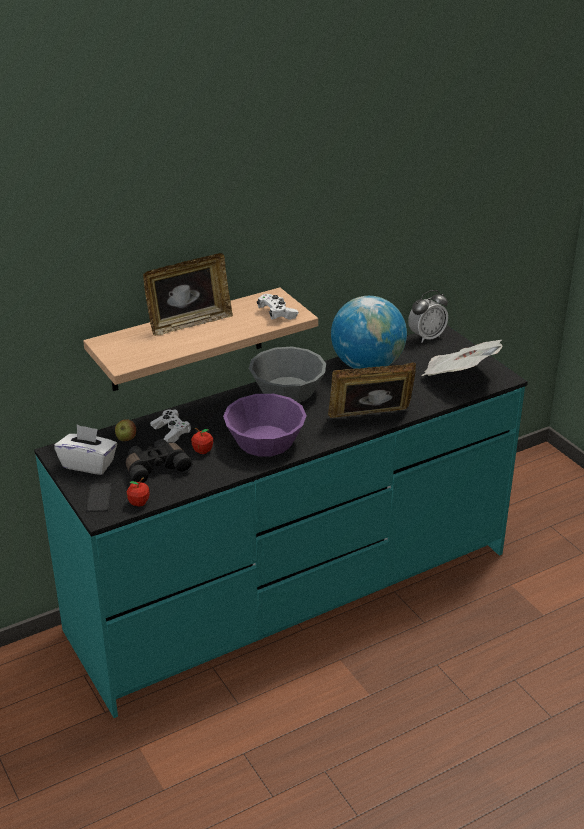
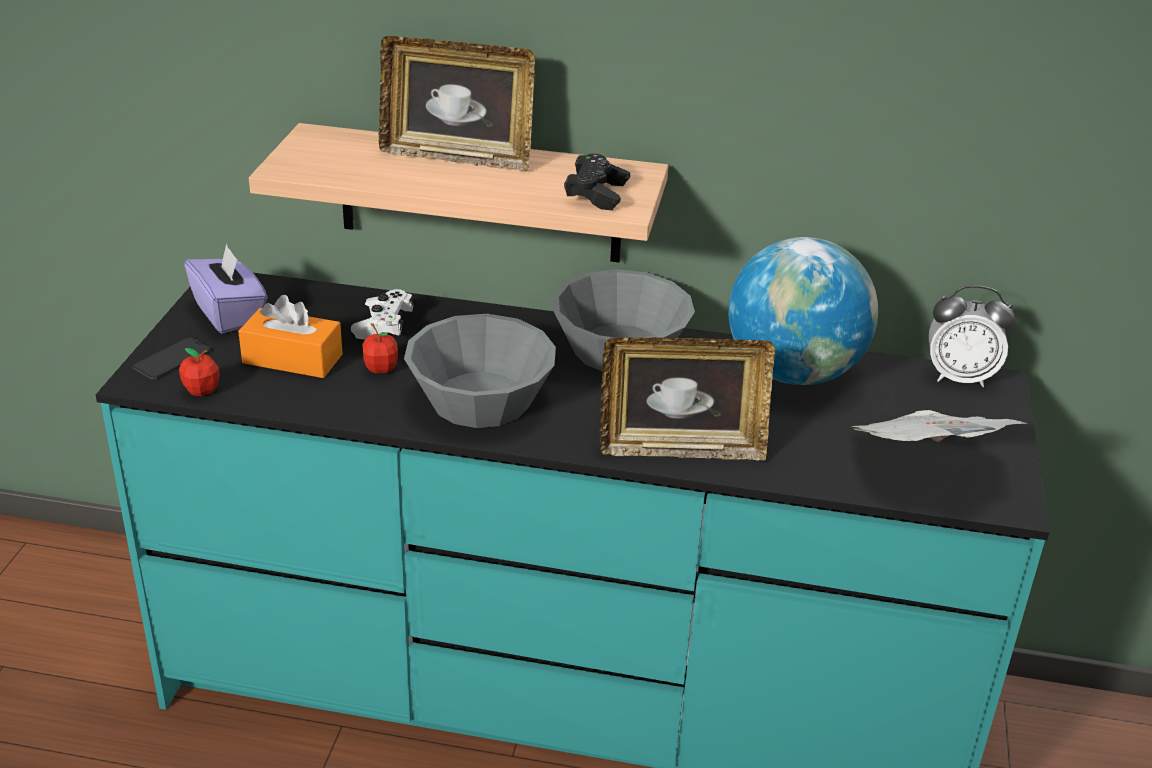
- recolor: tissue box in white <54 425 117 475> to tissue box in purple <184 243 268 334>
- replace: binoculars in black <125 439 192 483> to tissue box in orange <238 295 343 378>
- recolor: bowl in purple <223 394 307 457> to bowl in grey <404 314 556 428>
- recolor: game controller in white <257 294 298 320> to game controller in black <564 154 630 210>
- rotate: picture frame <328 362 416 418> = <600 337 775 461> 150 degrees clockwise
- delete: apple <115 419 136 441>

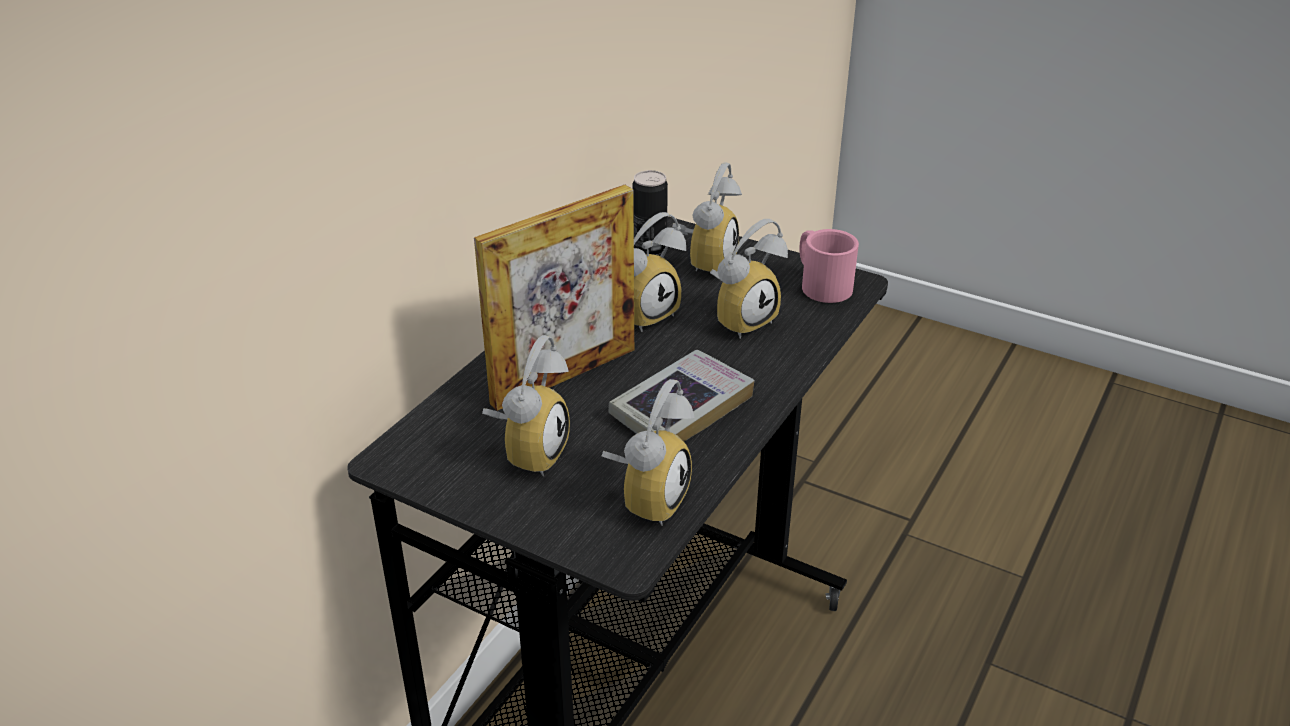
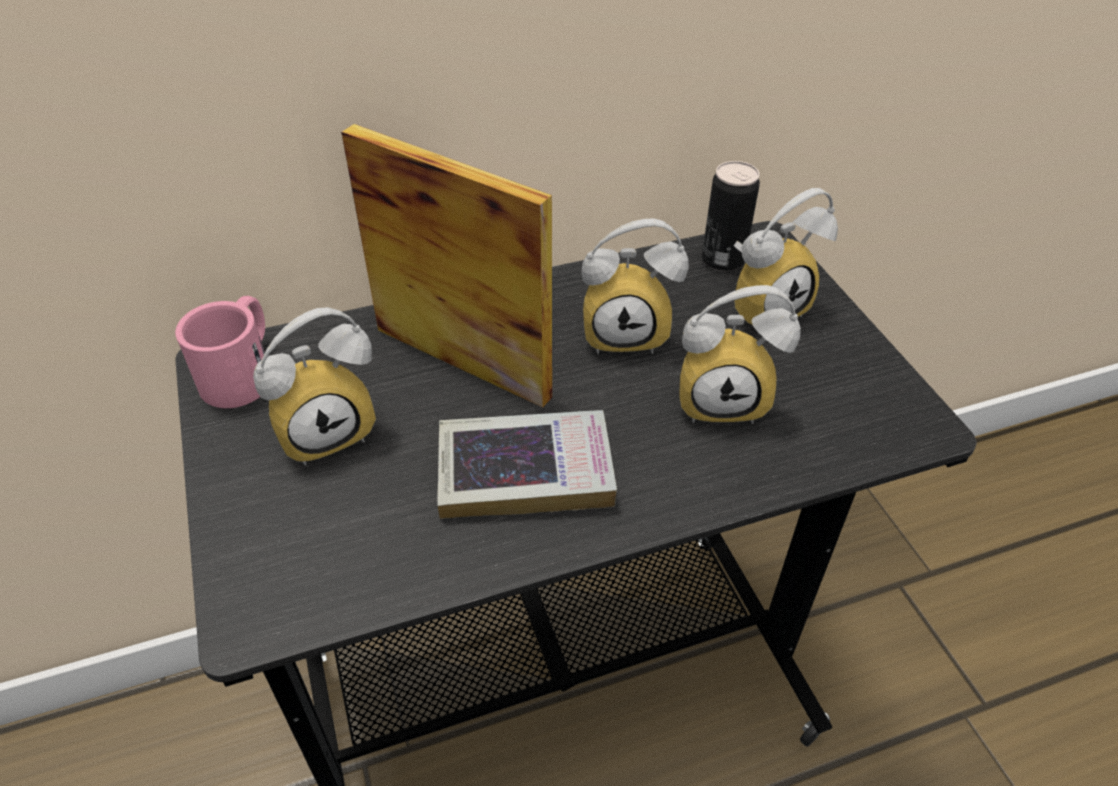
- move: mug in pink <799 229 859 303> to <175 296 265 408>
- rotate: picture frame <474 185 634 411> = <341 124 552 407> 150 degrees counterclockwise
- delete: alarm clock <602 379 695 526>

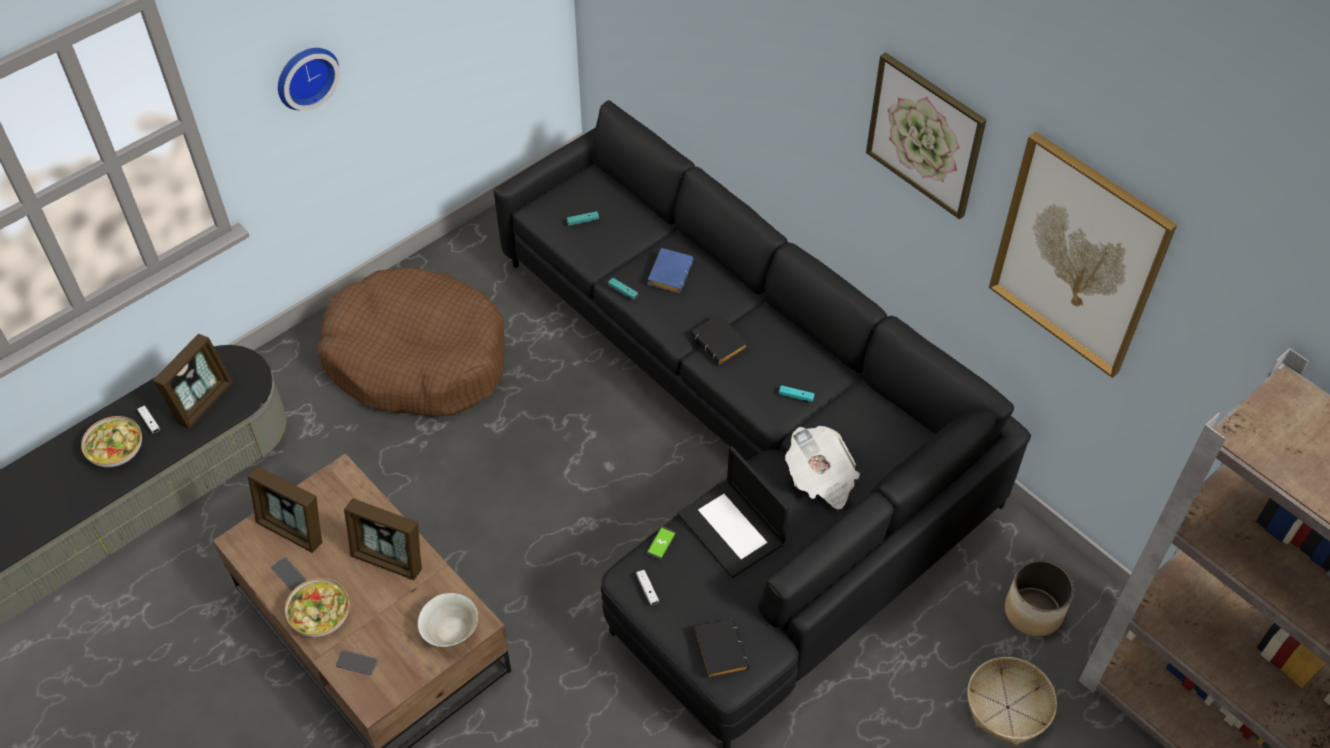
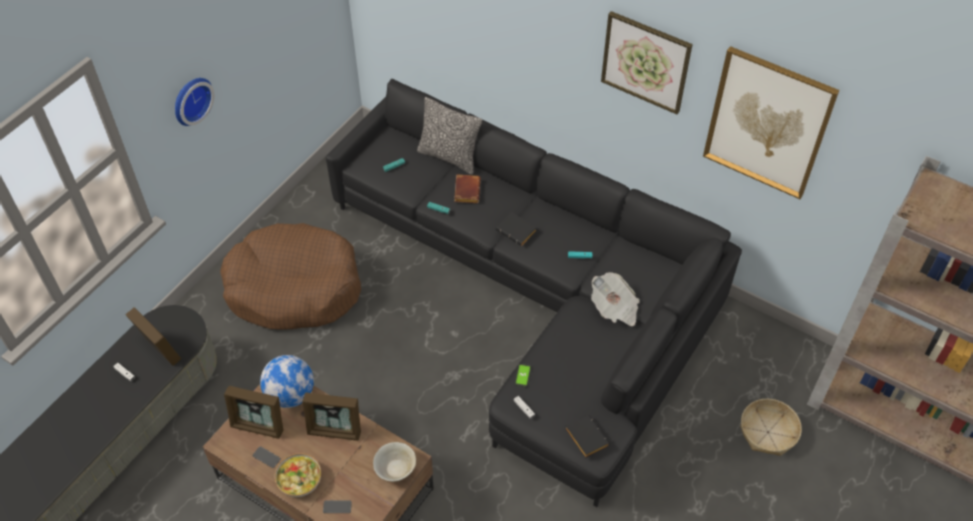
- rotate: picture frame <153 334 233 429> = <125 307 181 366> 60 degrees counterclockwise
- insert: globe <260 355 314 408>
- insert: pillow <417 97 482 175>
- recolor: book in blue <647 248 694 293> to book in brown <454 174 480 203>
- delete: bowl <81 416 142 467>
- delete: laptop <677 446 789 578>
- delete: planter <1005 560 1074 636>

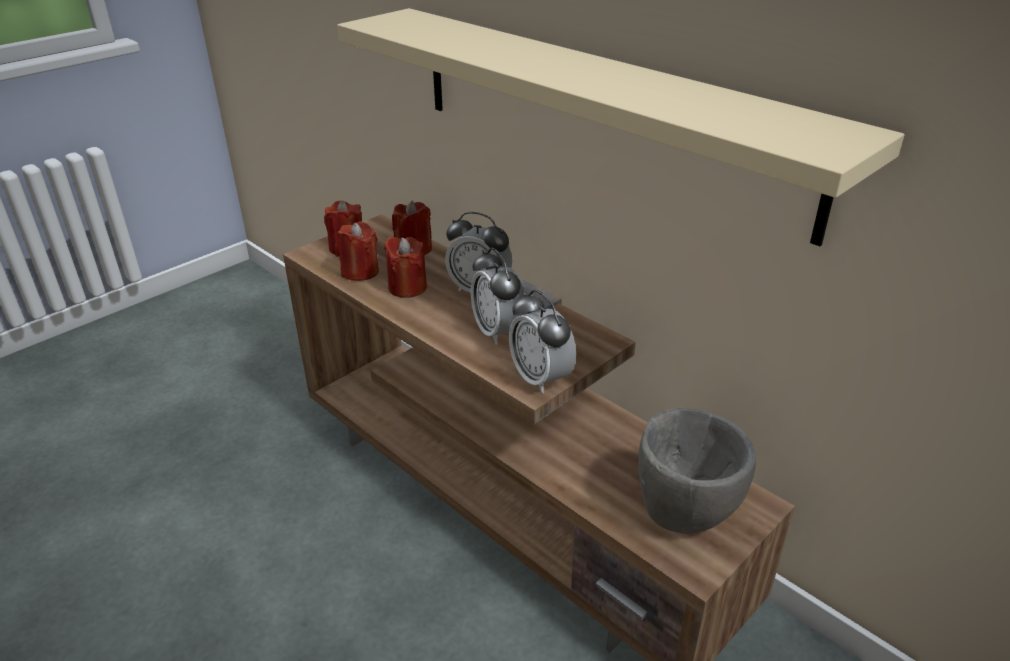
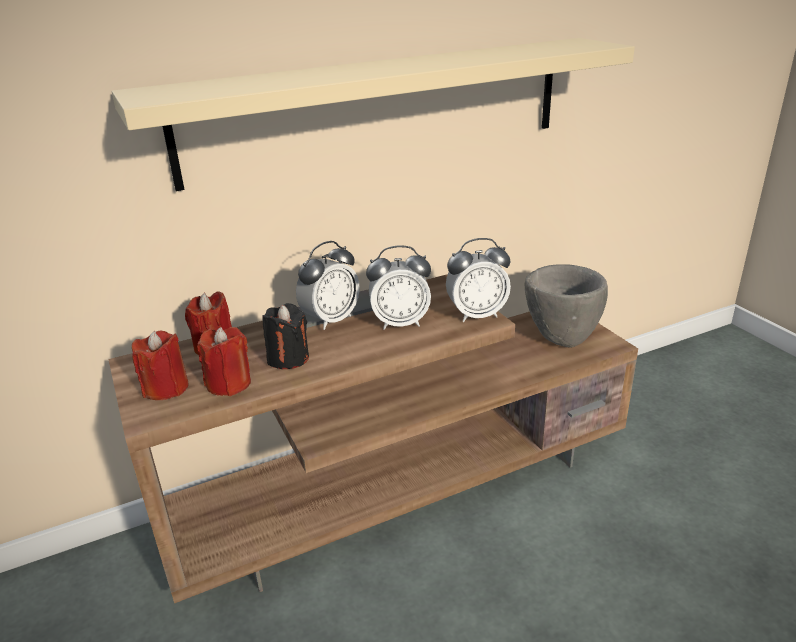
- recolor: candle in red <384 237 427 298> to candle in black <262 303 309 369>

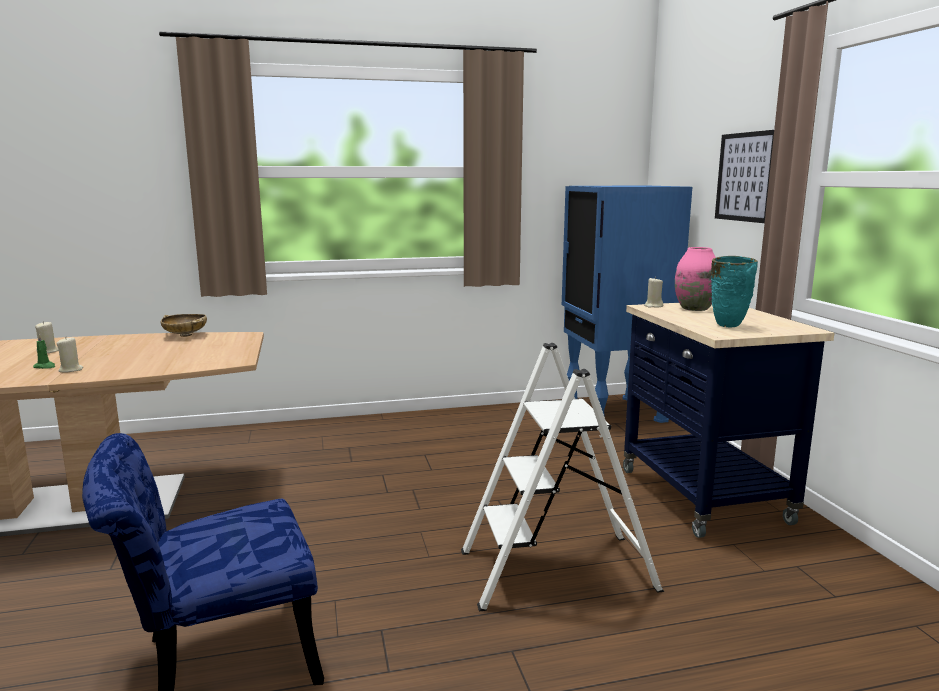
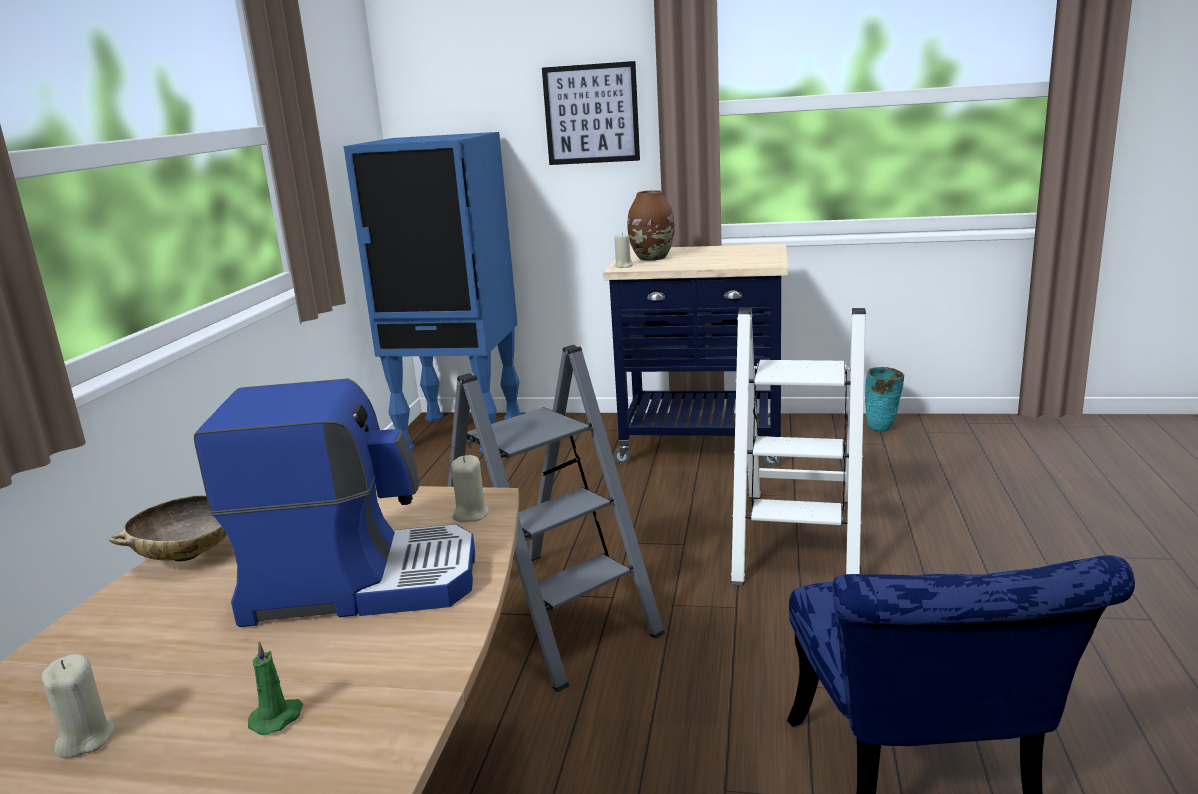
- insert: coffee machine <194 378 475 627>
- insert: step ladder in grey <448 345 665 692>
- move: candle in beige <56 337 83 372> to <451 455 489 522>
- recolor: vase in pink <675 247 716 311> to vase in brown <628 190 675 261>
- move: vase in turquoise <711 256 758 327> to <865 367 904 432>

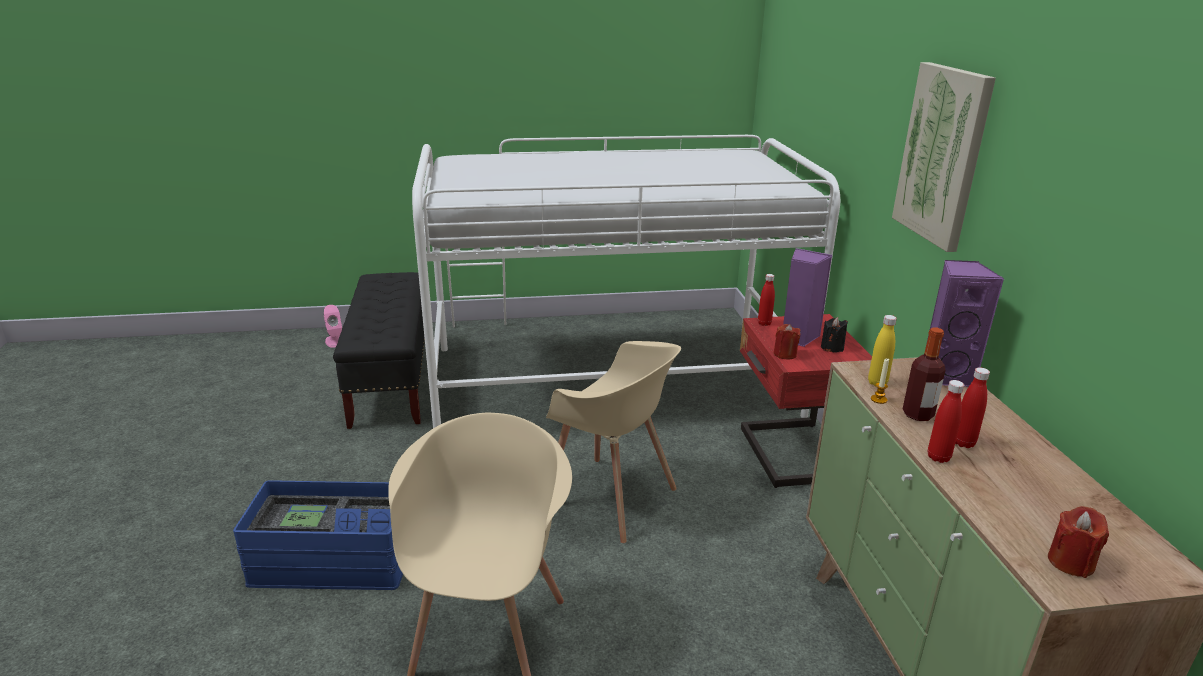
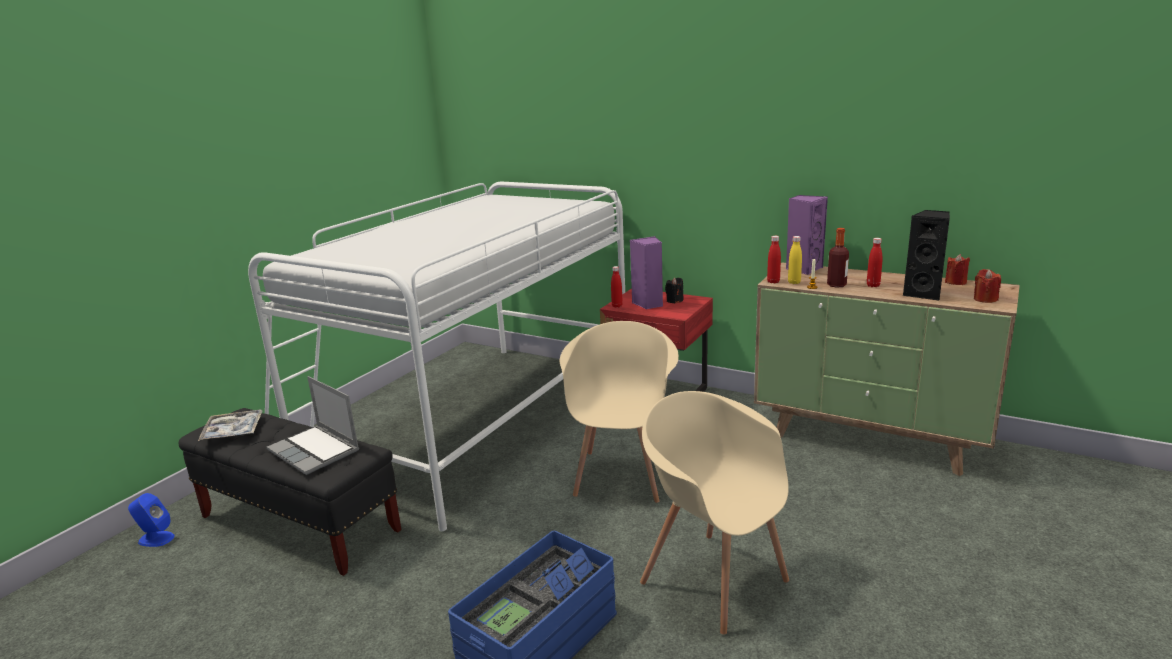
- recolor: speaker in pink <324 305 342 348> to speaker in blue <128 493 175 547>
- insert: tray <198 410 262 441>
- insert: laptop <267 376 359 475>
- rotate: chair in beige <546 341 681 543> = <560 321 679 503> 60 degrees counterclockwise
- move: bottle in red <928 380 964 463> to <767 236 781 284>
- insert: speaker in black <903 210 950 301>
- move: candle in red <774 324 801 360> to <945 254 970 285>
- delete: picture <892 62 996 252>

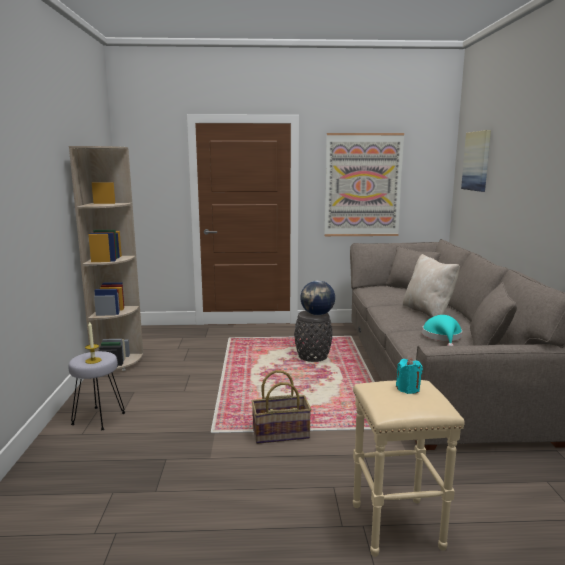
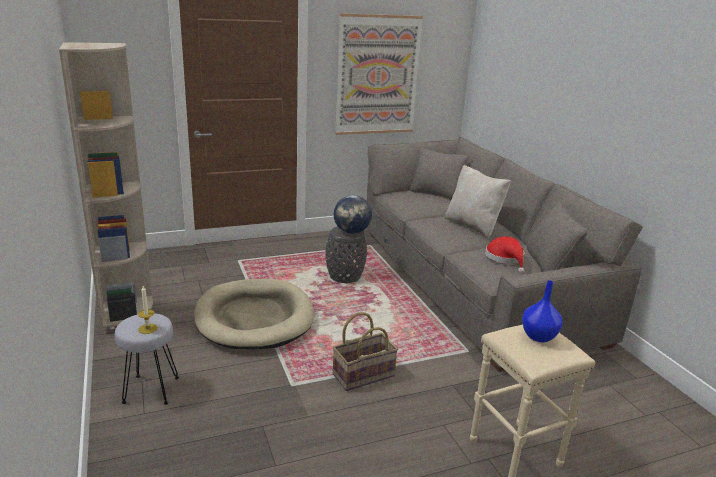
- insert: dog bed in beige <194 279 314 349>
- recolor: hat in turquoise <422 315 462 346> to hat in red <485 237 524 273>
- replace: candle in turquoise <396 358 423 394> to vase in blue <522 280 563 342>
- delete: picture <461 130 491 192>

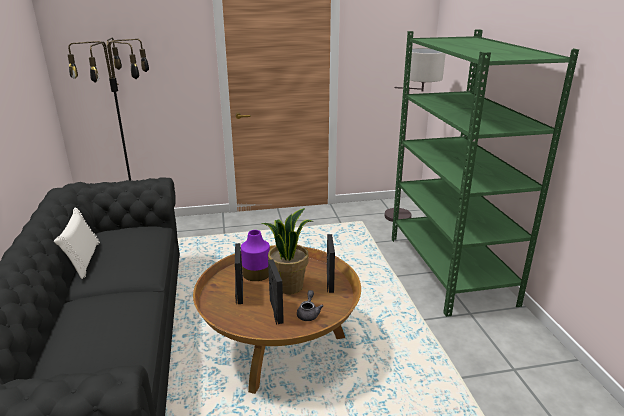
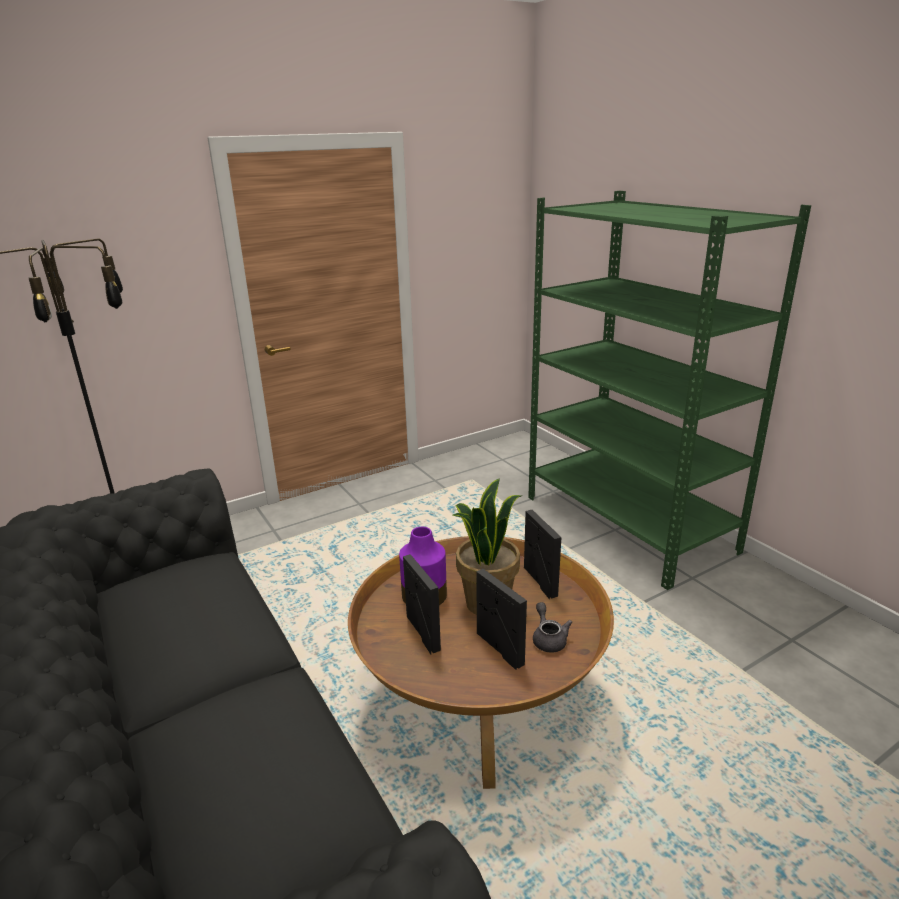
- delete: pillow in white <54 207 100 279>
- delete: floor lamp in grey <385 48 446 222>

